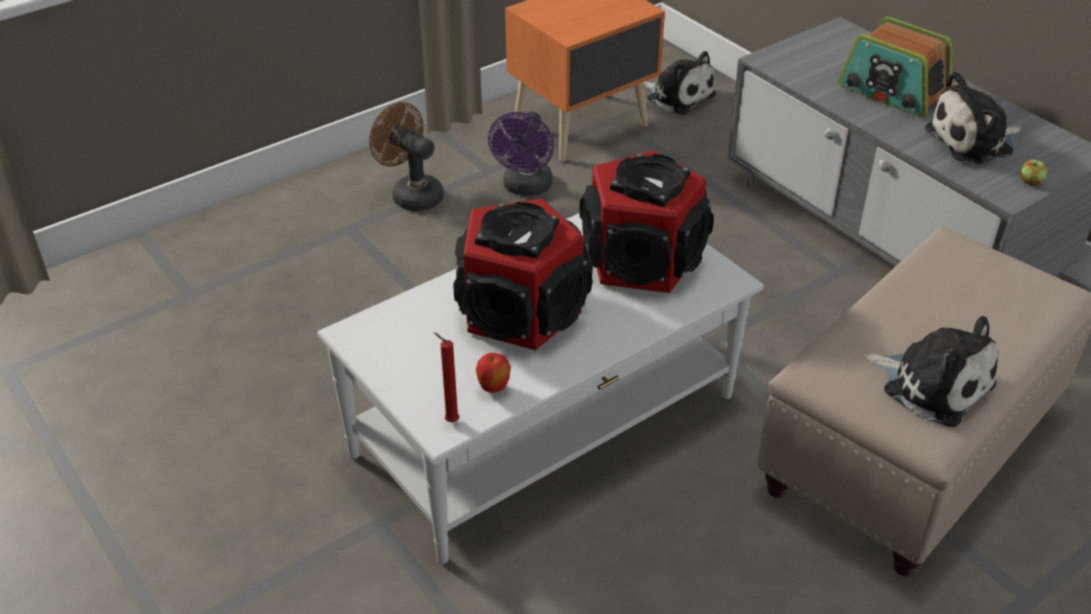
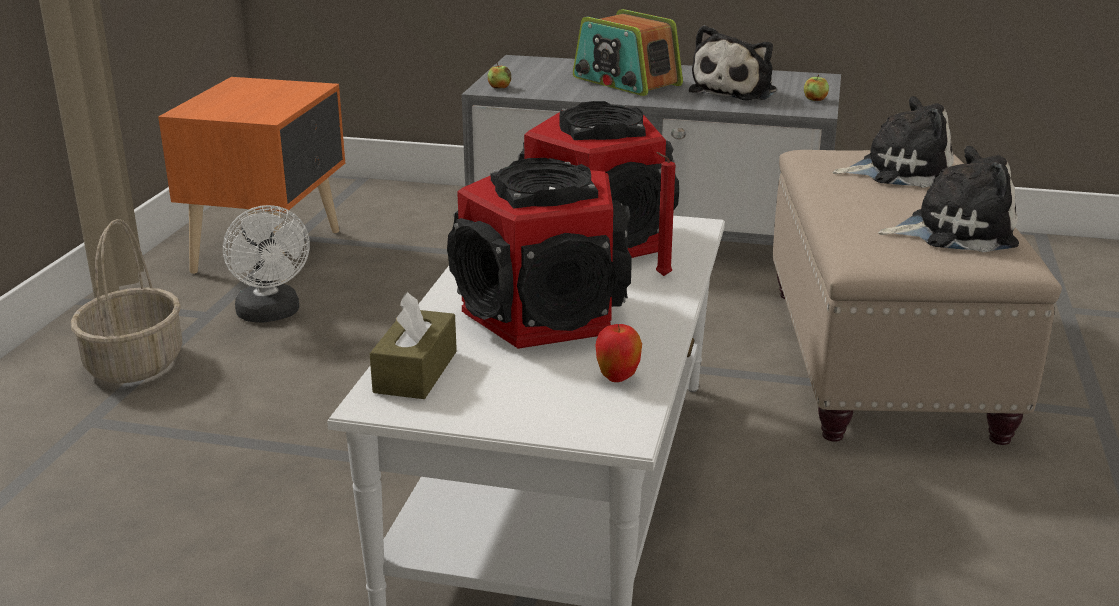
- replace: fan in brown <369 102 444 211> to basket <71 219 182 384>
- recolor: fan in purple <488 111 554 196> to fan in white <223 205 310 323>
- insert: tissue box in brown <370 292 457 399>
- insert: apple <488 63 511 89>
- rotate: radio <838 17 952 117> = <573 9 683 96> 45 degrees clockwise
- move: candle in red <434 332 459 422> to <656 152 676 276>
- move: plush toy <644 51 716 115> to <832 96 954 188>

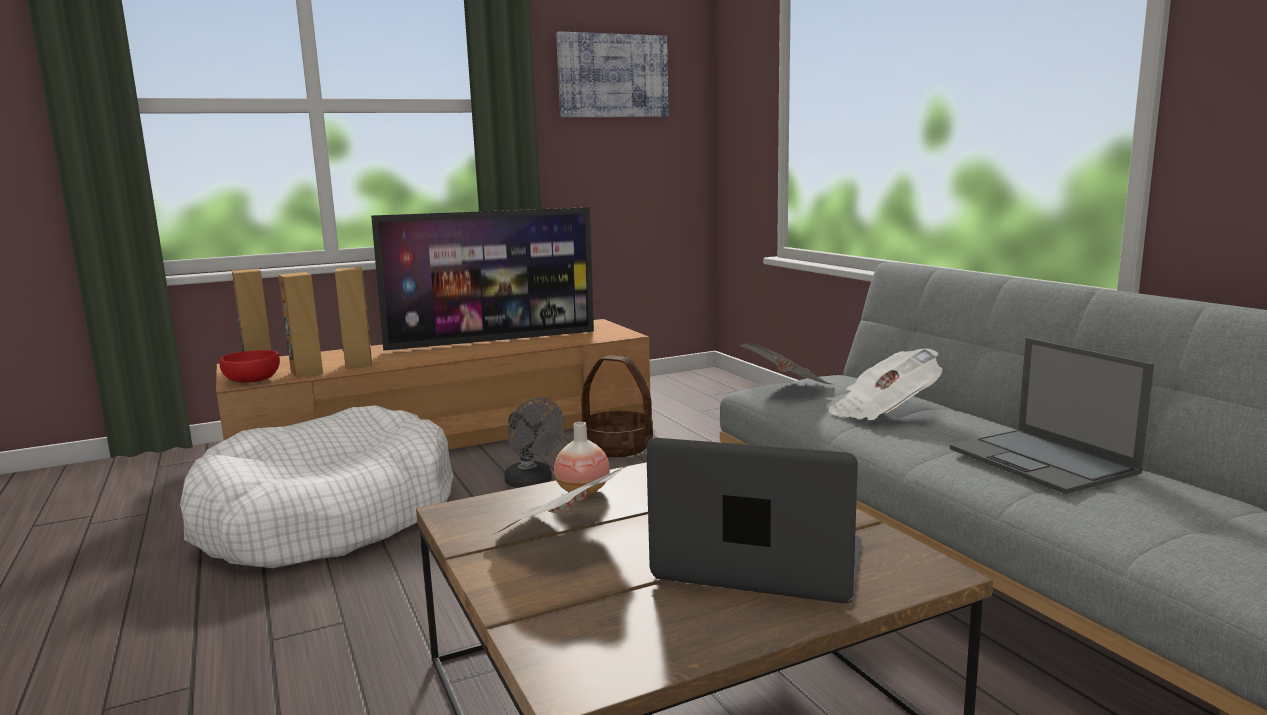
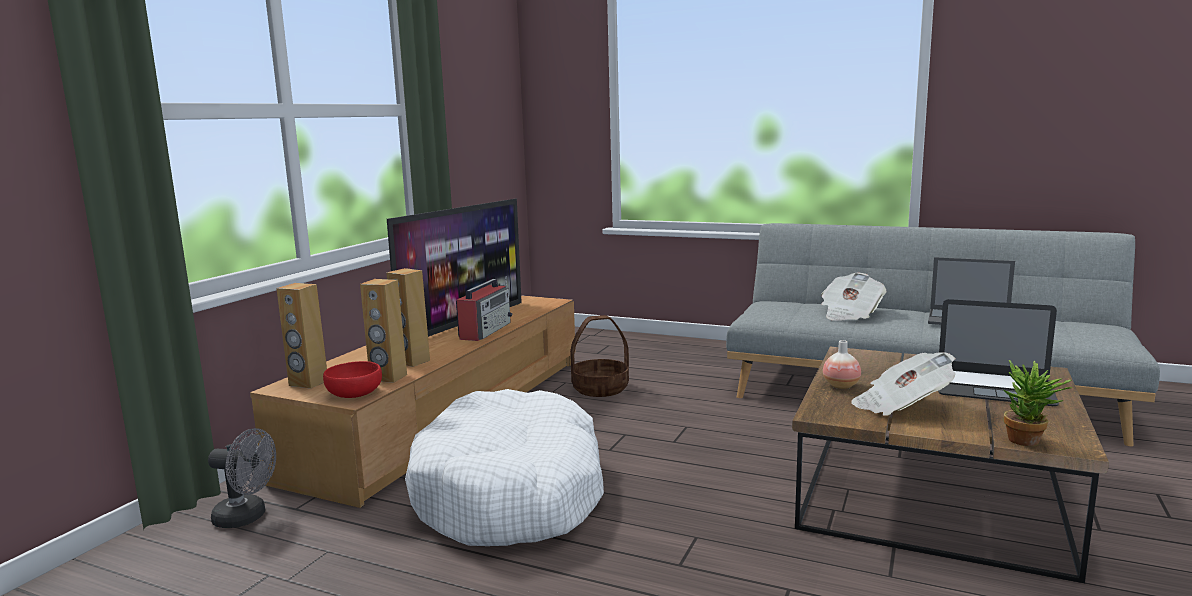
- move: fan in grey <504 398 565 488> to <208 428 276 528>
- insert: radio <456 276 512 341>
- rotate: laptop <646 438 862 603> = <938 299 1059 406> 135 degrees counterclockwise
- insert: potted plant <1003 360 1072 446>
- delete: picture <556 31 669 117>
- delete: newspaper <739 343 831 384>

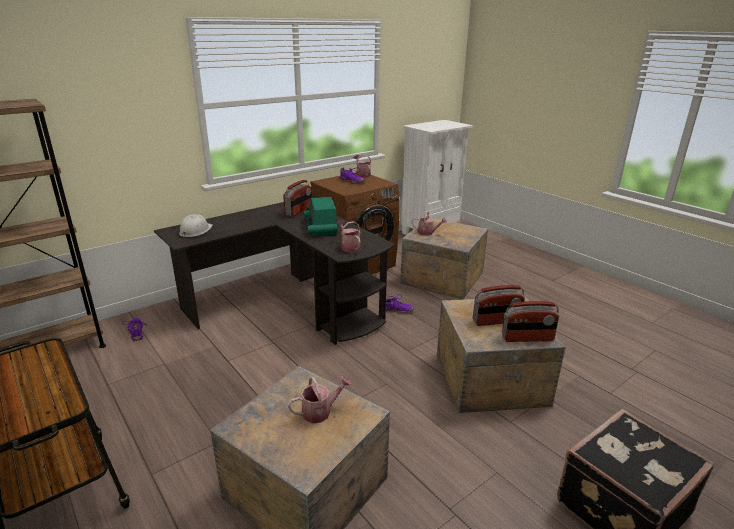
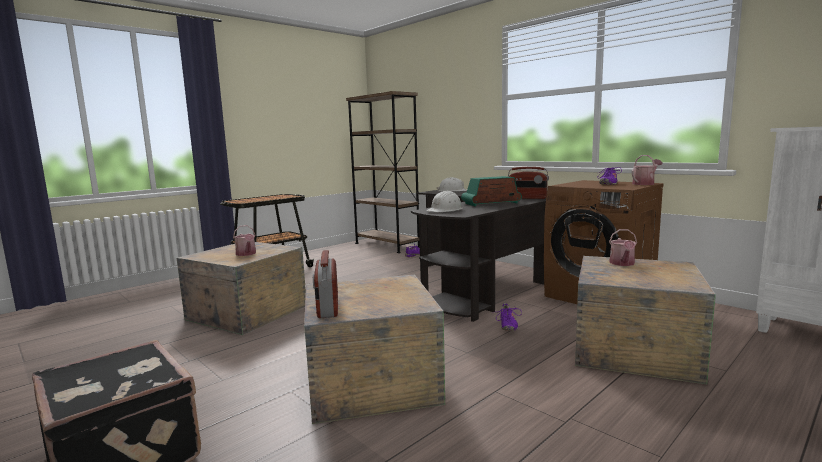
- replace: watering can <337 220 361 252> to hard hat in white <426 191 463 212>
- delete: radio <473 285 525 326>

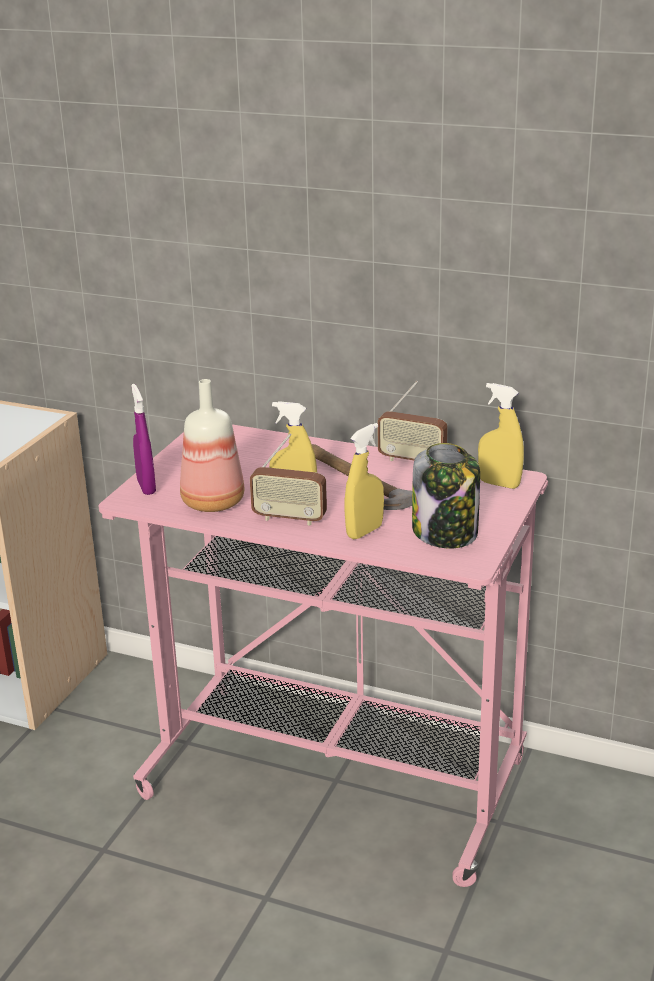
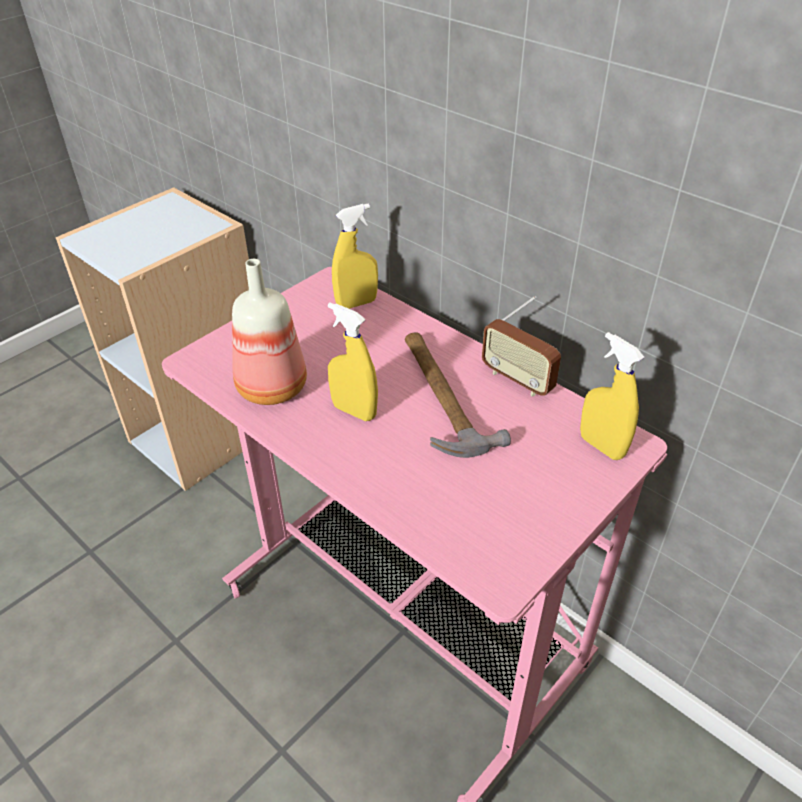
- move: spray bottle in yellow <344 423 384 539> to <332 203 378 309>
- delete: spray bottle in purple <131 384 156 495>
- delete: radio <250 433 327 526>
- delete: jar <412 443 480 548>

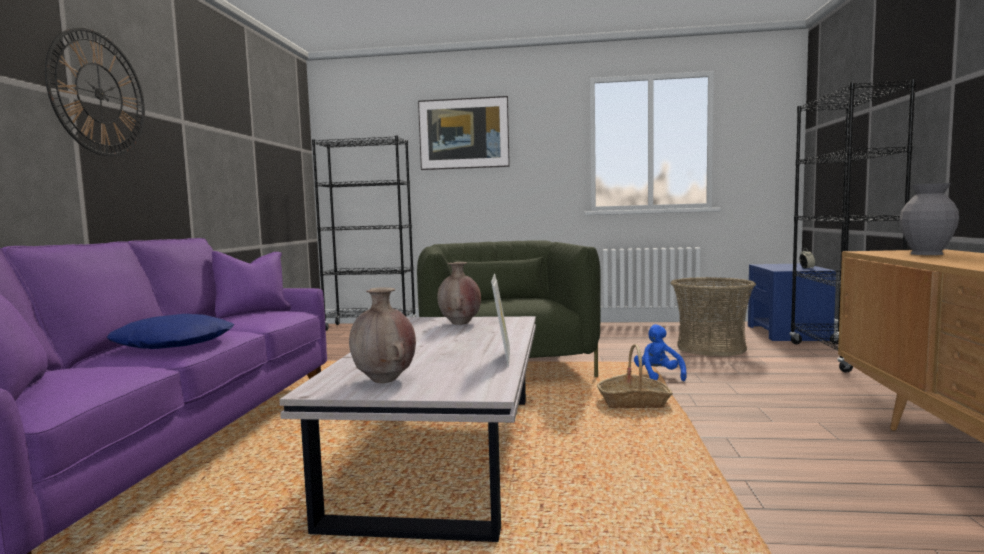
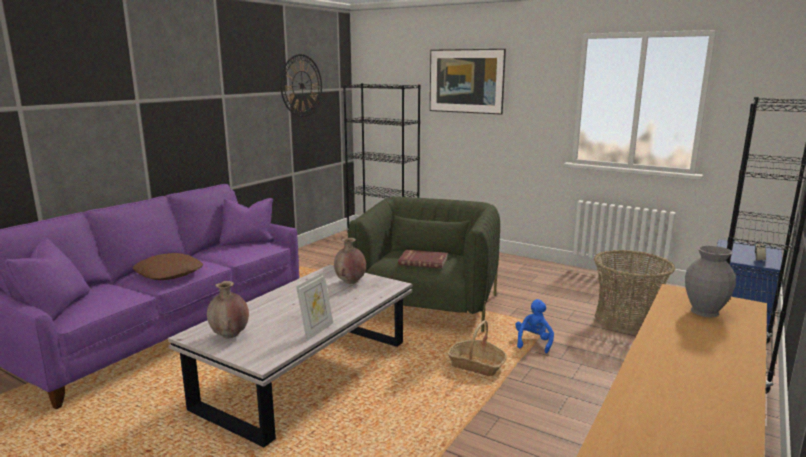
- recolor: pillow in blue <107 314 234 349> to pillow in brown <133 253 203 280>
- move: wall clock <45 27 145 156> to <280 54 322 117>
- insert: book in red <398 250 448 268>

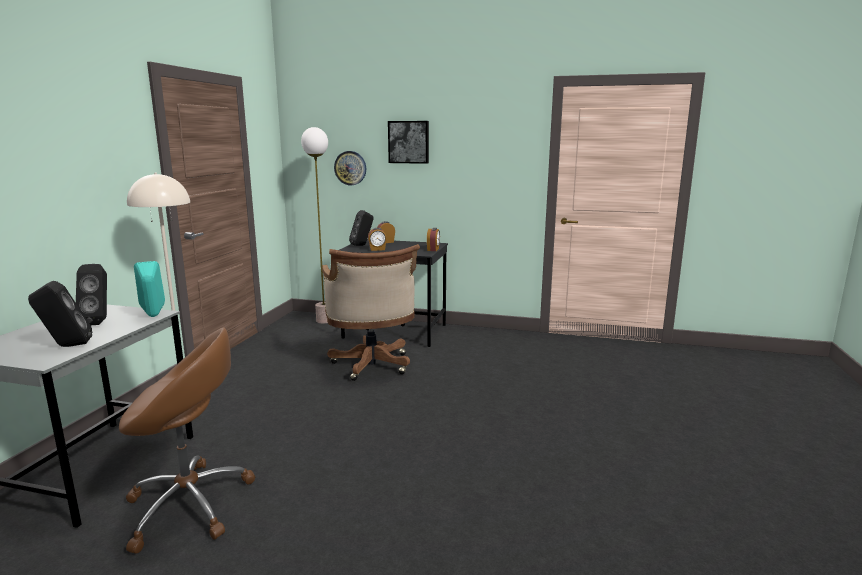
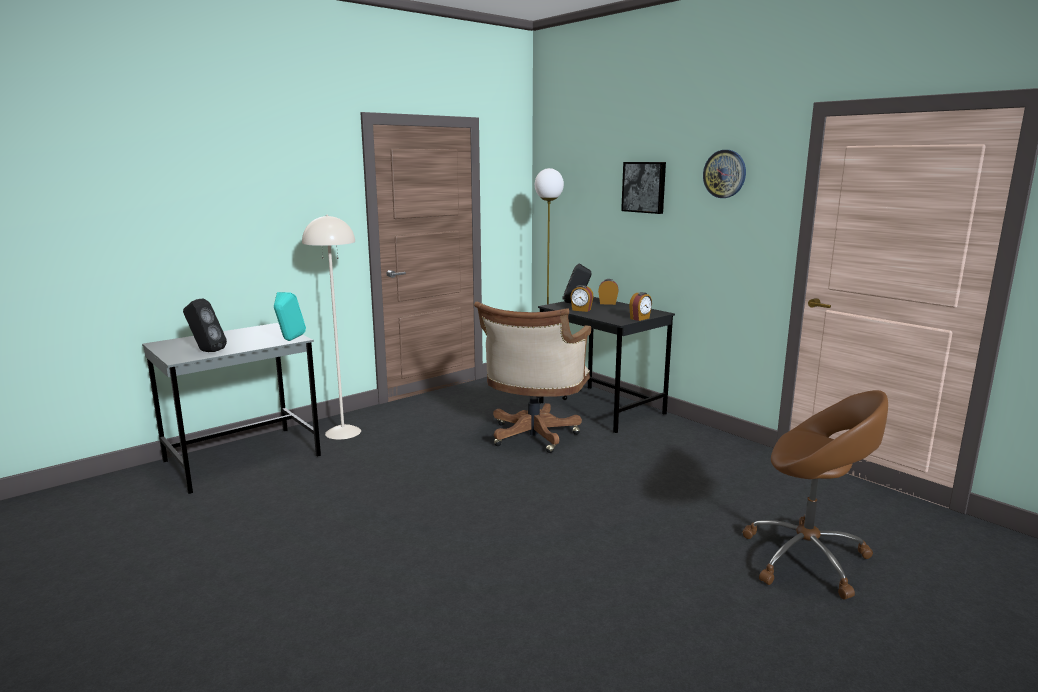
- move: wall clock <334 151 366 185> to <703 150 746 198>
- move: office chair in brown <119 328 255 554> to <742 390 888 599>
- delete: speaker in black <76 264 107 325>

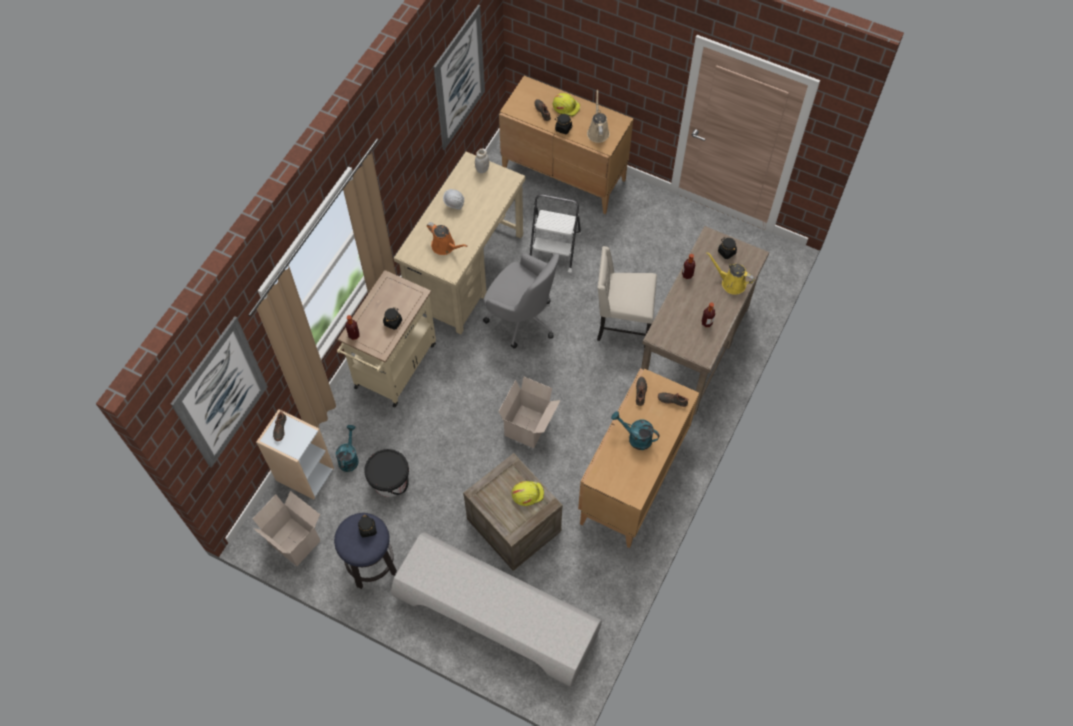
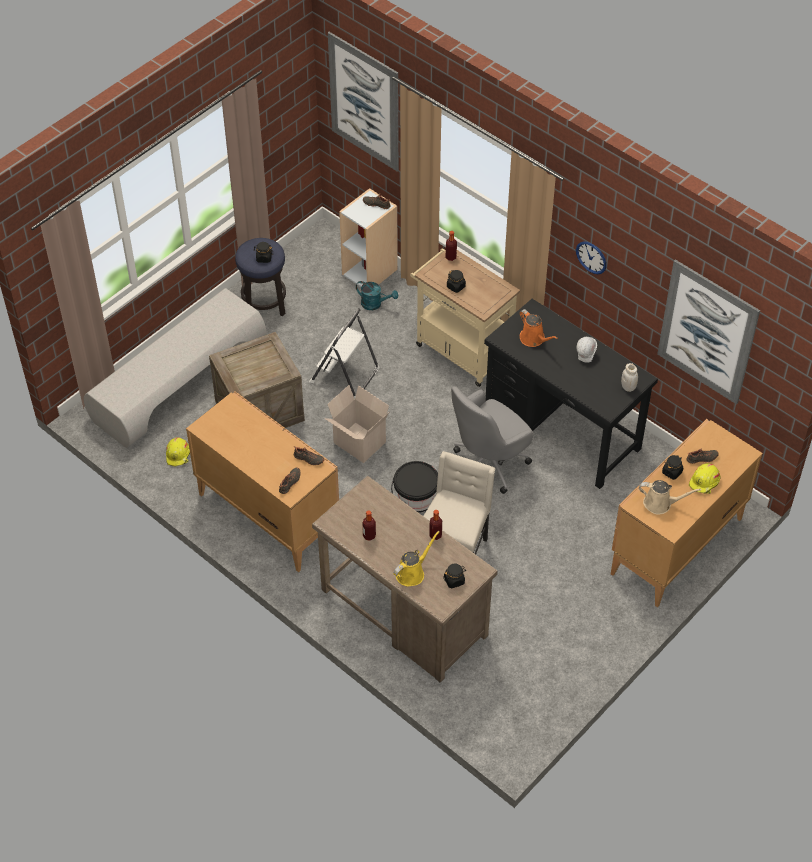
- move: hard hat in yellow <512 481 544 506> to <166 437 190 467>
- move: step ladder in white <530 194 581 273> to <309 308 380 399>
- move: bucket in black <364 449 409 497> to <391 461 438 513>
- recolor: desk in beige <394 152 525 335> to desk in black <484 299 658 489>
- rotate: watering can in orange <427 222 467 255> = <520 309 557 347> 90 degrees counterclockwise
- insert: wall clock <576 241 607 274>
- delete: cardboard box <253 491 321 566>
- delete: watering can in turquoise <611 411 660 450>

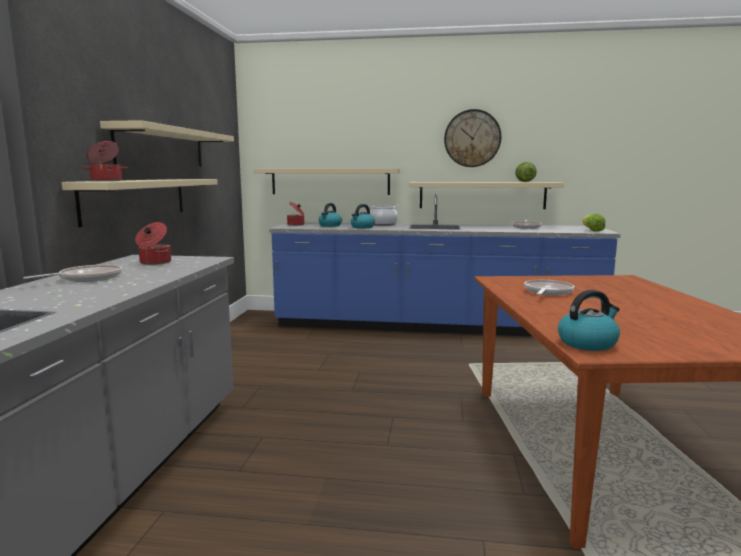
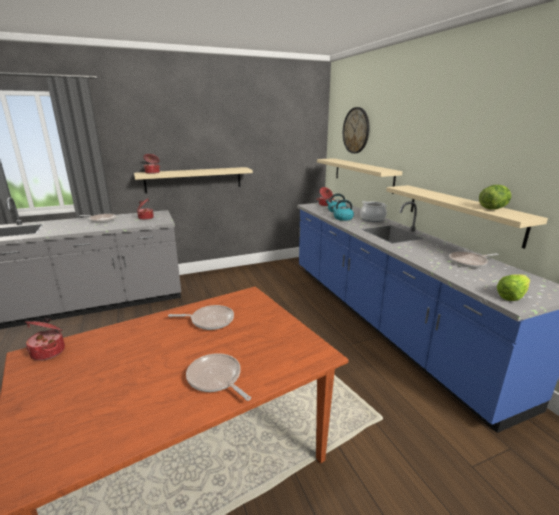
- replace: kettle <558 290 620 351> to cooking pot <25 318 65 361>
- insert: frying pan <186 353 251 401>
- move: wall clock <444 109 501 167> to <343 107 370 154>
- delete: shelf in beige <100 120 234 167>

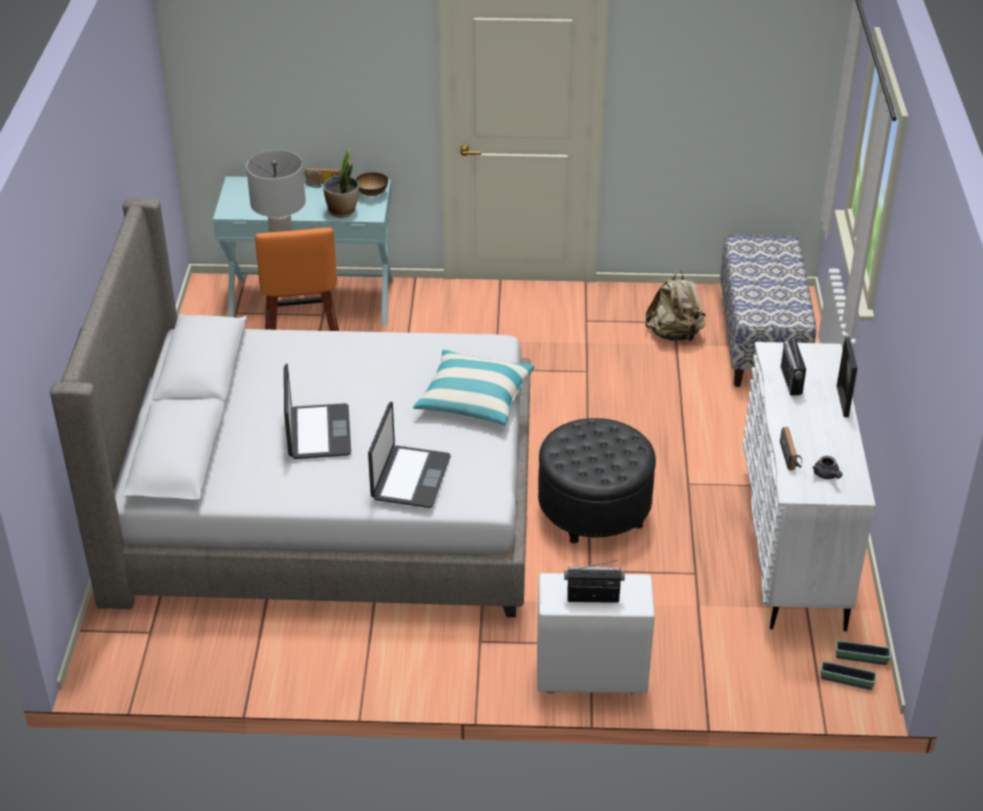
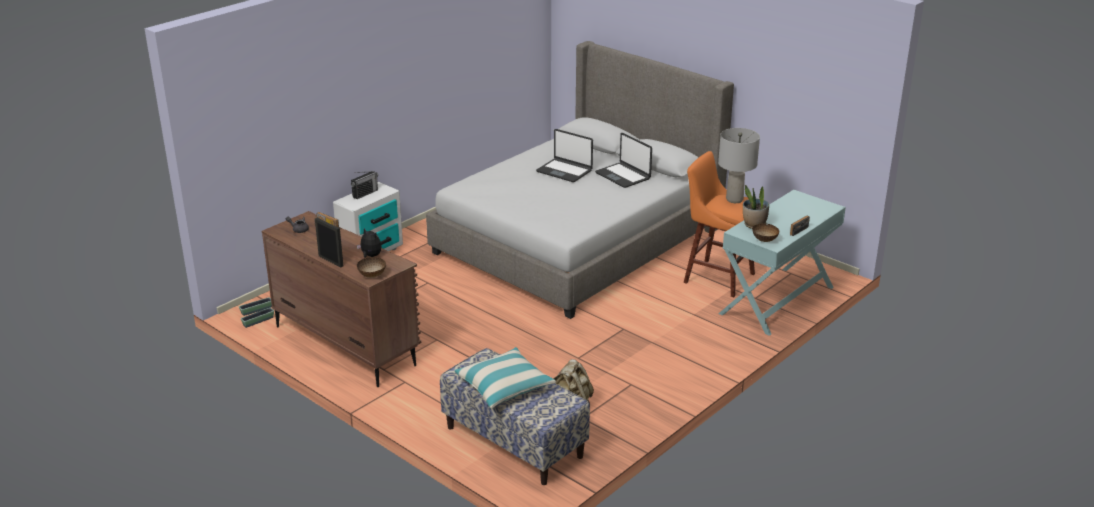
- recolor: dresser in white <743 342 876 632> to dresser in brown <262 211 421 387>
- replace: radio <781 332 806 396> to plush toy <357 228 382 258>
- insert: bowl <357 257 386 278>
- move: pillow <413 349 535 425> to <455 347 556 409>
- move: laptop <368 402 451 508> to <595 133 652 188>
- delete: ottoman in black <538 418 656 544>

